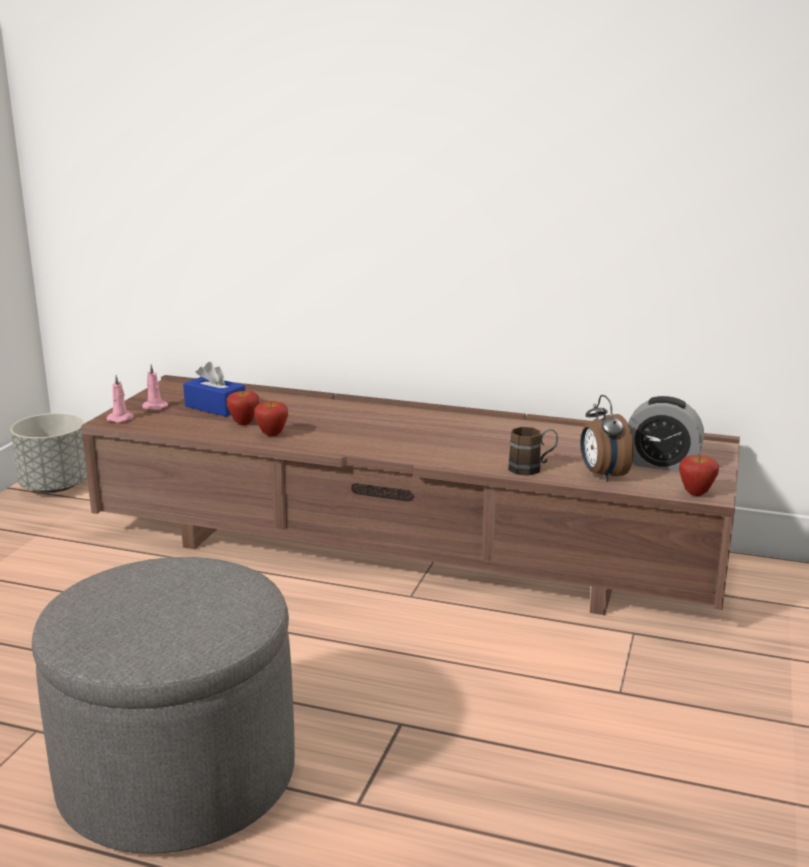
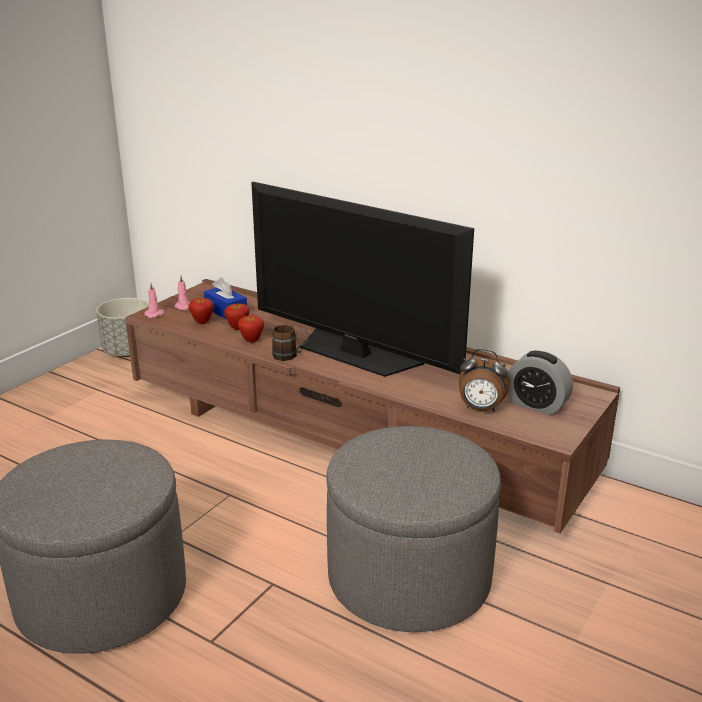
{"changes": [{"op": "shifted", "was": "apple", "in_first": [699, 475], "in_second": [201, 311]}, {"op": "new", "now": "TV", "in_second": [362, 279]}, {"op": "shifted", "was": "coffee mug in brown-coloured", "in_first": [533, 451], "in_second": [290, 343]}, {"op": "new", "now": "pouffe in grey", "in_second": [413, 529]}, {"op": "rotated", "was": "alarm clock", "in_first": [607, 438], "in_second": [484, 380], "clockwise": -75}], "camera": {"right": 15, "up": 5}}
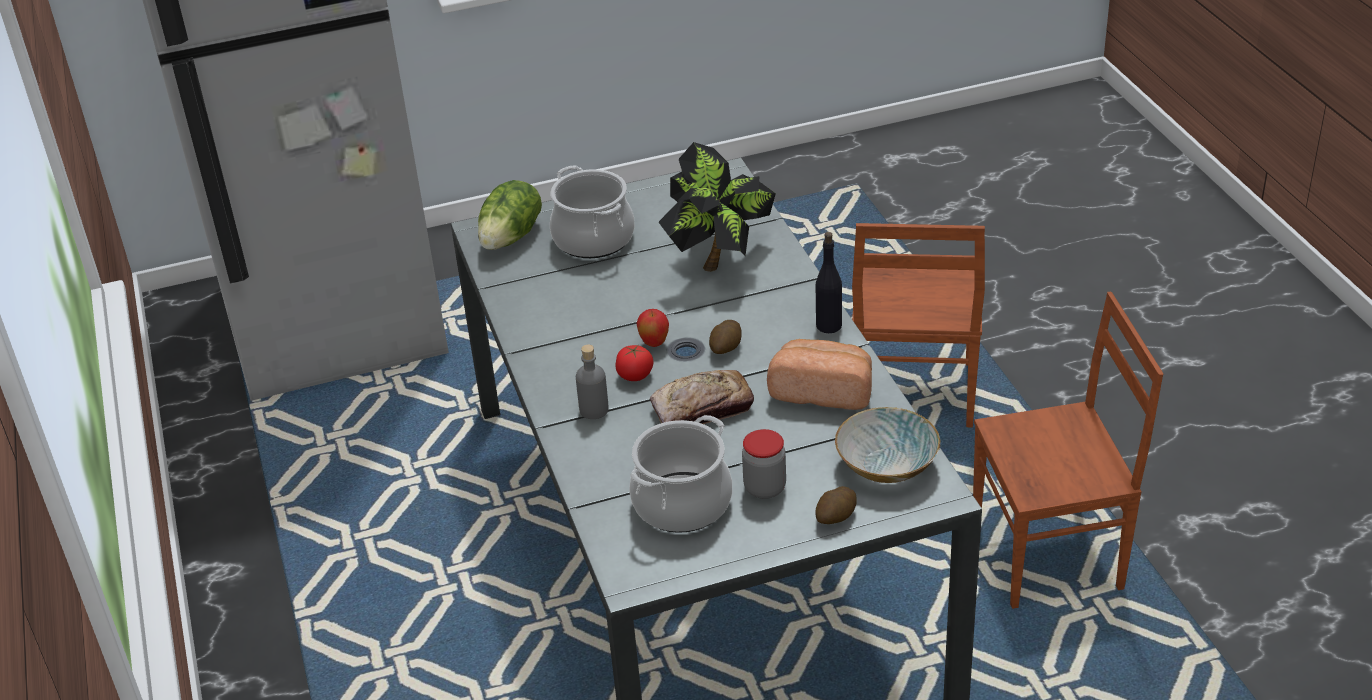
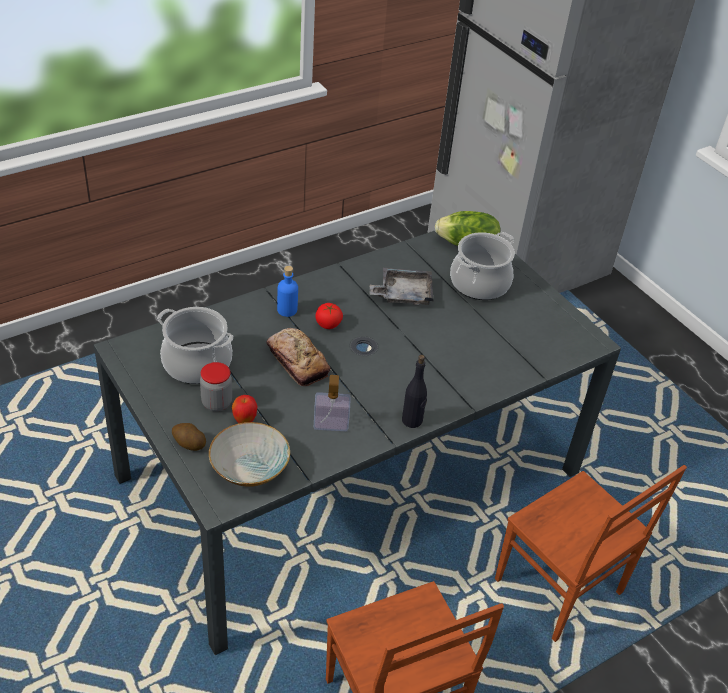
{"changes": [{"op": "shifted", "was": "apple", "in_first": [652, 328], "in_second": [244, 409]}, {"op": "repainted", "was": "beverage bottle in grey", "now": "beverage bottle in blue-coloured", "in_first": [592, 382], "in_second": [287, 291]}, {"op": "swapped", "was": "bread", "now": "soap dispenser", "in_first": [819, 374], "in_second": [332, 403]}, {"op": "new", "now": "tray in grey", "in_second": [401, 286]}, {"op": "rotated", "was": "plain chair in brown-coloured", "in_first": [918, 325], "in_second": [591, 553], "clockwise": -120}, {"op": "gone", "was": "potted plant", "in_first": [717, 207]}, {"op": "gone", "was": "potato", "in_first": [725, 337]}], "camera": {"right": 70, "up": 5}}
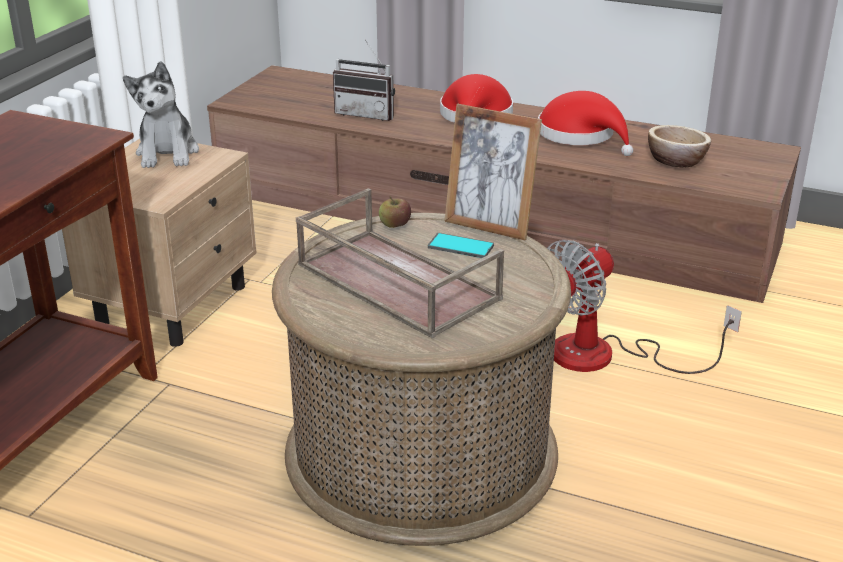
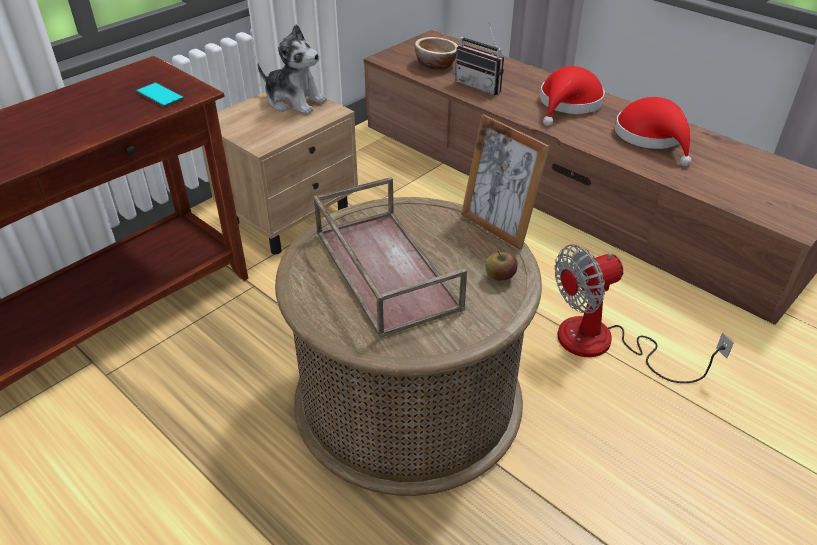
{"changes": [{"op": "shifted", "was": "telephone", "in_first": [461, 245], "in_second": [159, 95]}, {"op": "rotated", "was": "cuddly toy", "in_first": [161, 114], "in_second": [292, 69], "clockwise": -75}, {"op": "shifted", "was": "serving bowl", "in_first": [679, 146], "in_second": [436, 53]}, {"op": "shifted", "was": "apple", "in_first": [395, 212], "in_second": [501, 266]}], "camera": {"right": 20, "up": 10}}
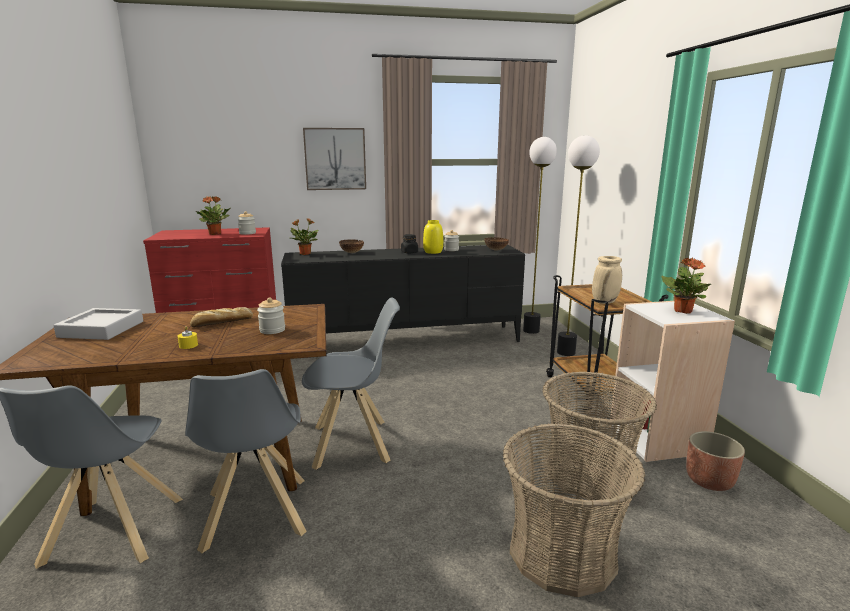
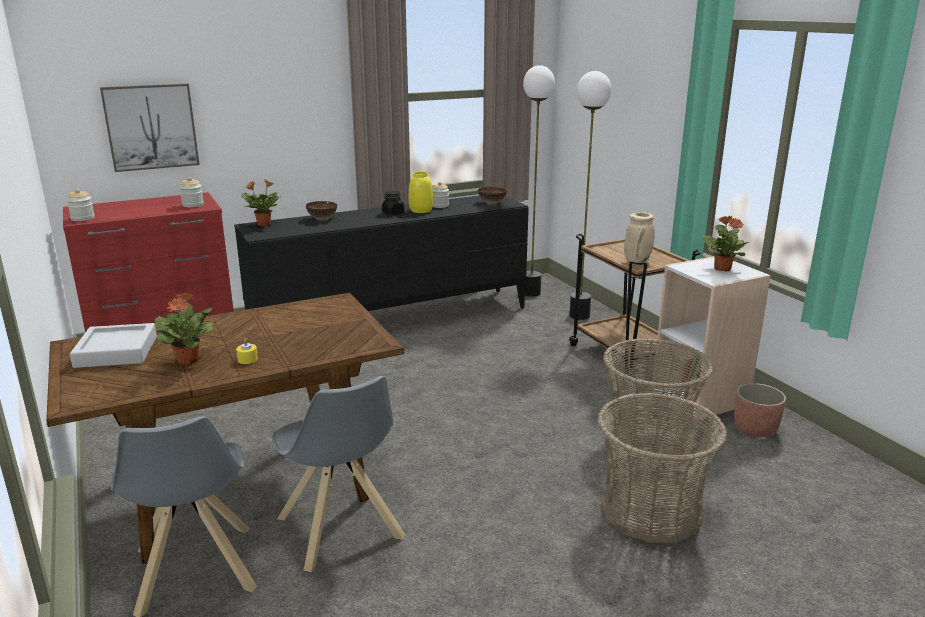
{"changes": [{"op": "shifted", "was": "storage jar", "in_first": [271, 315], "in_second": [81, 205]}, {"op": "shifted", "was": "wall picture", "in_first": [334, 159], "in_second": [150, 128]}, {"op": "shifted", "was": "potted plant", "in_first": [212, 215], "in_second": [184, 329]}, {"op": "gone", "was": "bread", "in_first": [221, 317]}, {"op": "gone", "was": "plain chair in grey", "in_first": [351, 384]}], "camera": {"right": -15, "up": 5}}
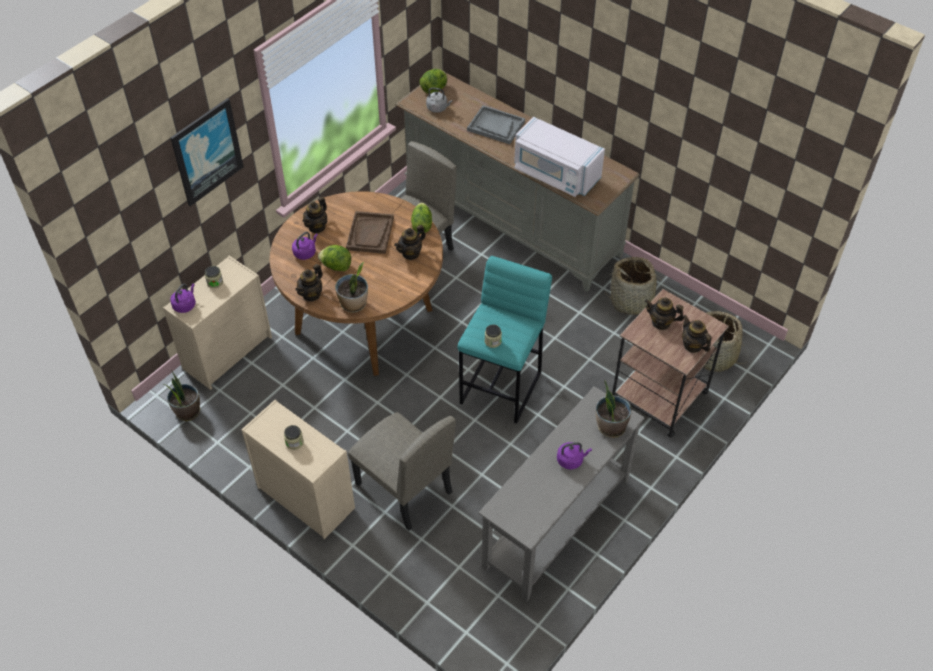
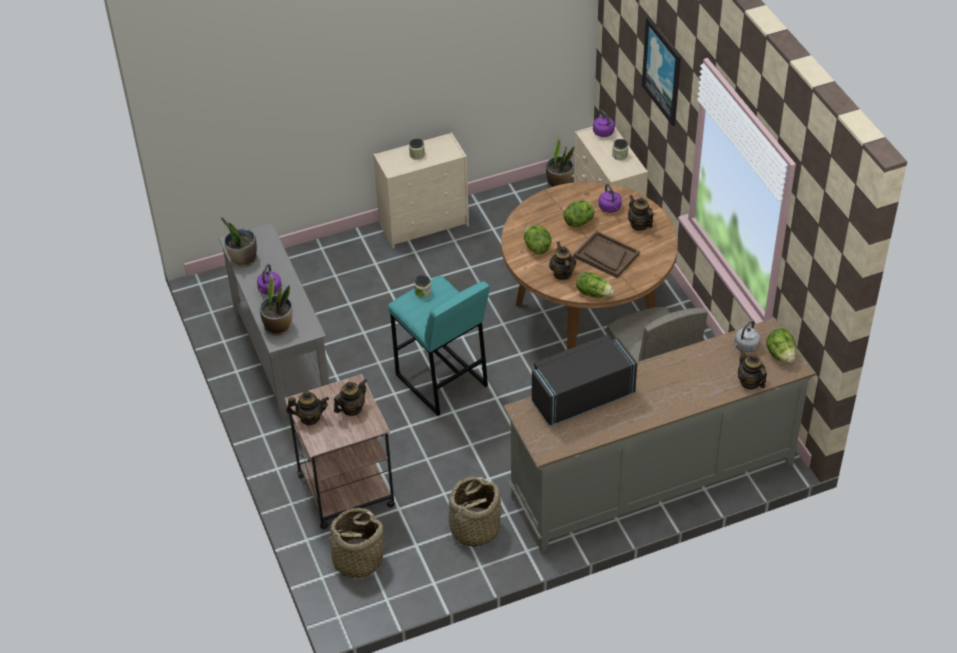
{"changes": [{"op": "shifted", "was": "potted plant", "in_first": [351, 287], "in_second": [239, 242]}, {"op": "new", "now": "lettuce head", "in_second": [538, 240]}, {"op": "repainted", "was": "kitchen microwave in white-coloured", "now": "kitchen microwave in blackish", "in_first": [559, 157], "in_second": [584, 381]}, {"op": "shifted", "was": "teapot", "in_first": [309, 283], "in_second": [752, 369]}, {"op": "gone", "was": "plain chair in beige-coloured", "in_first": [402, 471]}, {"op": "gone", "was": "tray in grey", "in_first": [496, 124]}], "camera": {"right": 120, "up": -5}}
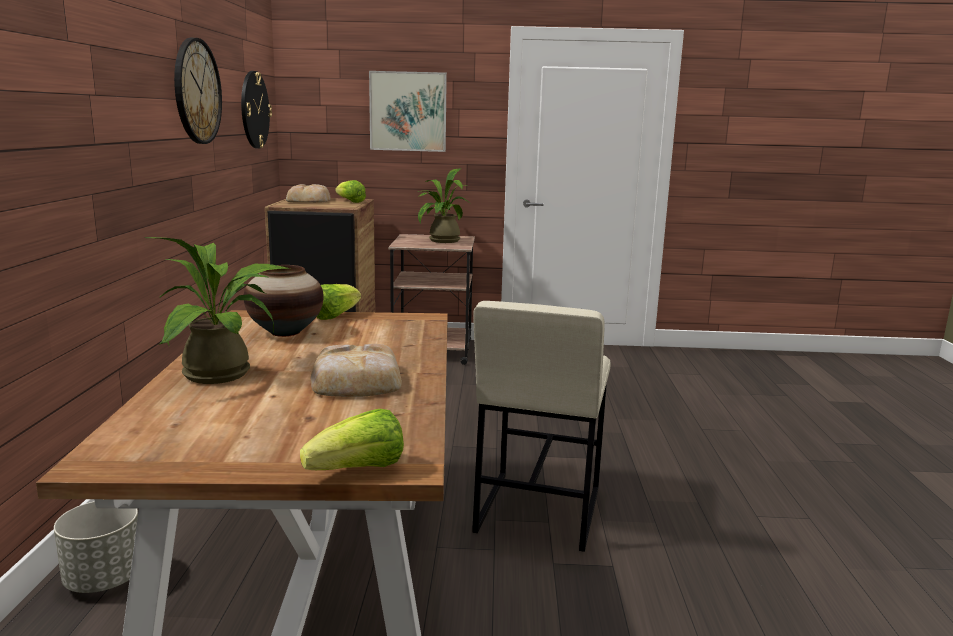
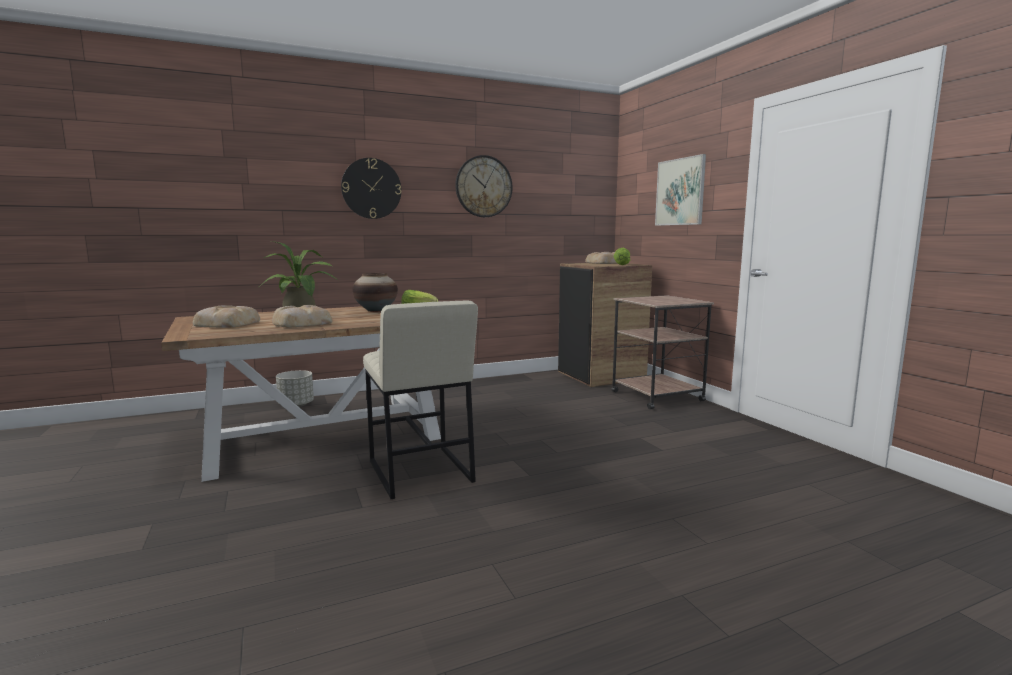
{"changes": [{"op": "new", "now": "bread", "in_second": [226, 316]}, {"op": "shifted", "was": "clock on the wall", "in_first": [256, 110], "in_second": [371, 188]}, {"op": "rotated", "was": "plain chair in beige-coloured", "in_first": [541, 426], "in_second": [420, 400], "clockwise": -105}, {"op": "gone", "was": "lettuce head", "in_first": [352, 439]}, {"op": "gone", "was": "potted plant", "in_first": [444, 205]}], "camera": {"right": 65, "up": -5}}
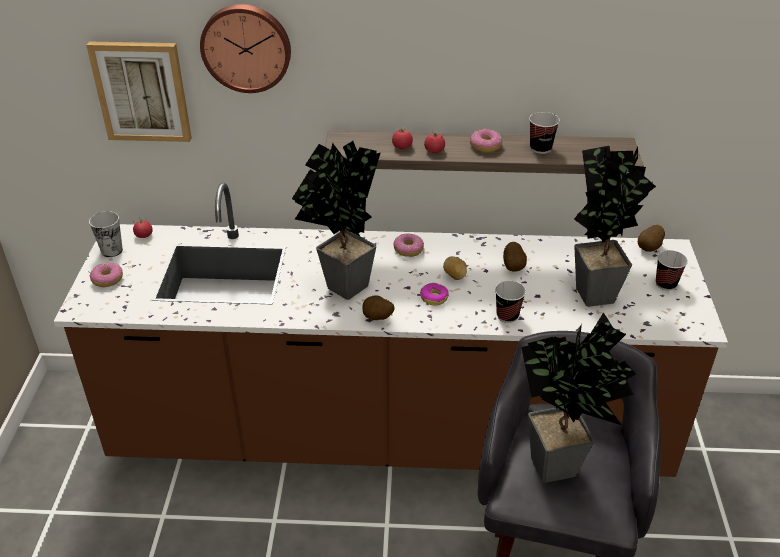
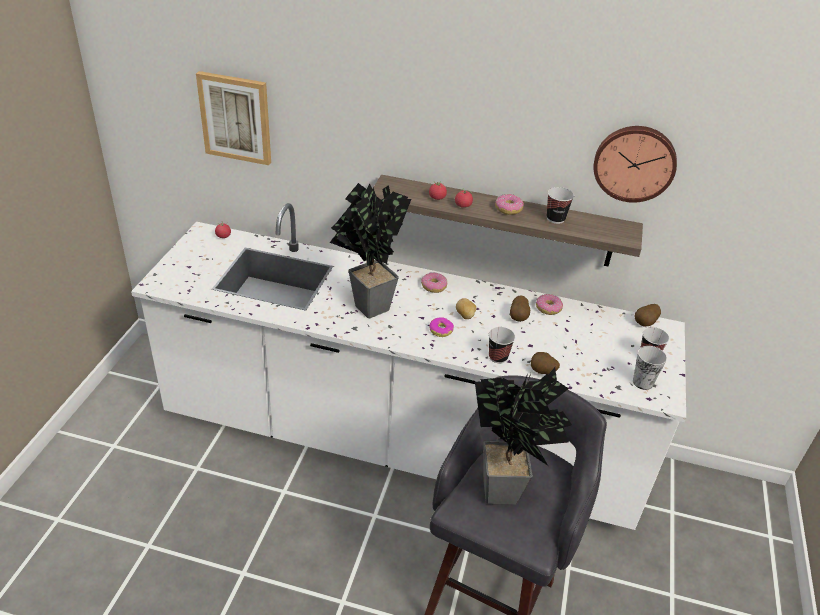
{"changes": [{"op": "repainted", "was": "counter in brown-coloured", "now": "counter in white-coloured", "in_first": [391, 330], "in_second": [408, 366]}, {"op": "shifted", "was": "potato", "in_first": [378, 308], "in_second": [545, 363]}, {"op": "shifted", "was": "donut", "in_first": [106, 274], "in_second": [549, 304]}, {"op": "shifted", "was": "clock on the wall", "in_first": [245, 48], "in_second": [635, 164]}, {"op": "shifted", "was": "small cup", "in_first": [106, 234], "in_second": [650, 368]}, {"op": "gone", "was": "potted plant", "in_first": [615, 226]}], "camera": {"right": 10, "up": 0}}
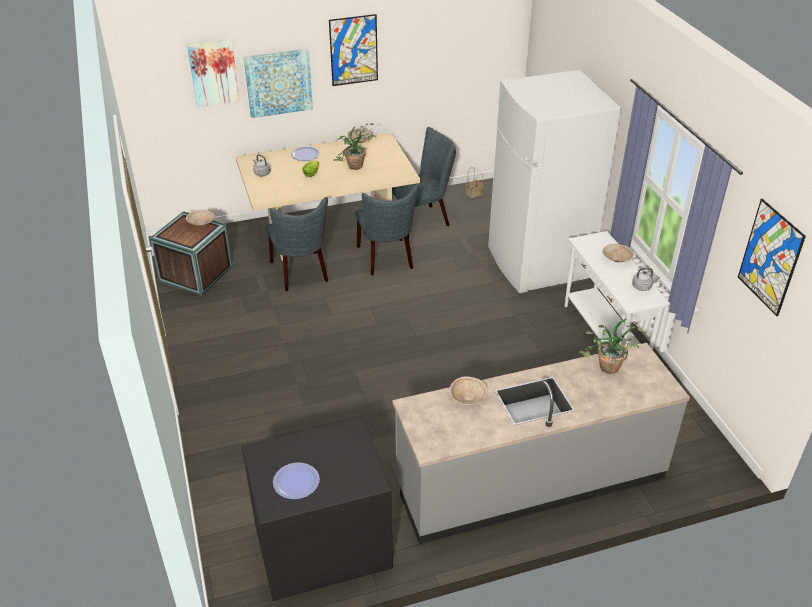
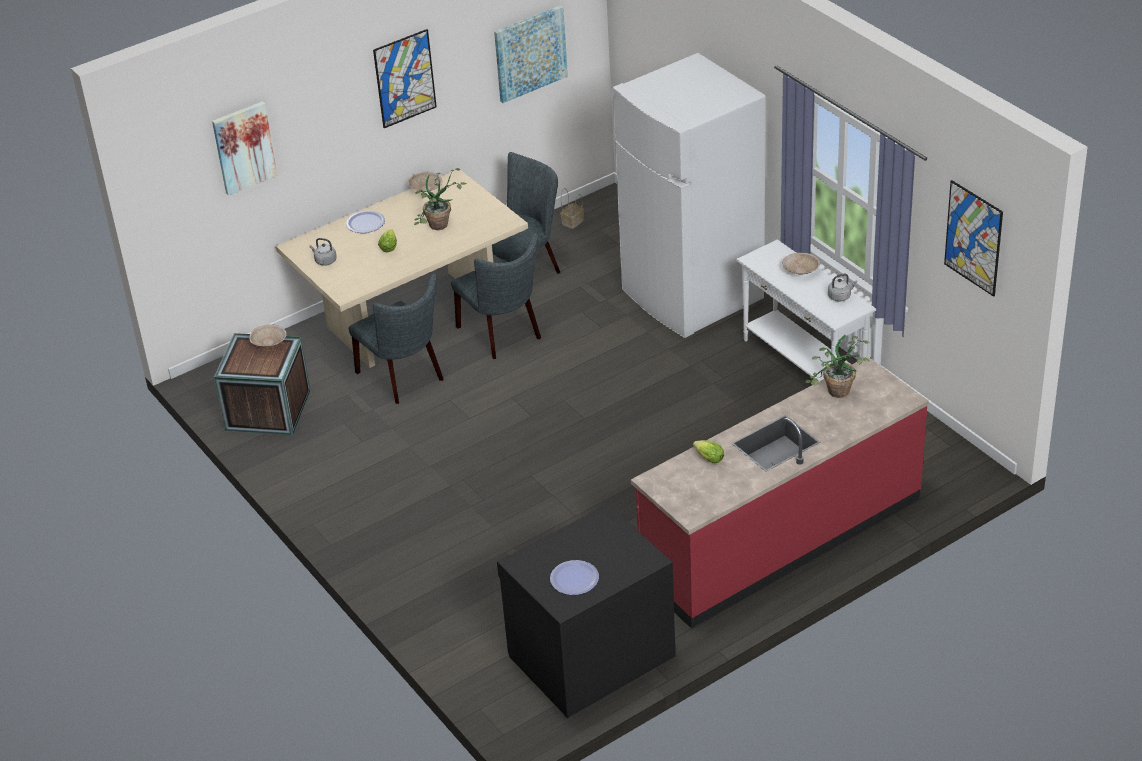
{"changes": [{"op": "shifted", "was": "wall picture", "in_first": [278, 83], "in_second": [531, 54]}, {"op": "repainted", "was": "counter in grey", "now": "counter in red", "in_first": [541, 443], "in_second": [780, 492]}, {"op": "swapped", "was": "serving bowl in beige-coloured", "now": "lettuce head", "in_first": [469, 390], "in_second": [708, 451]}], "camera": {"right": -15, "up": 0}}
